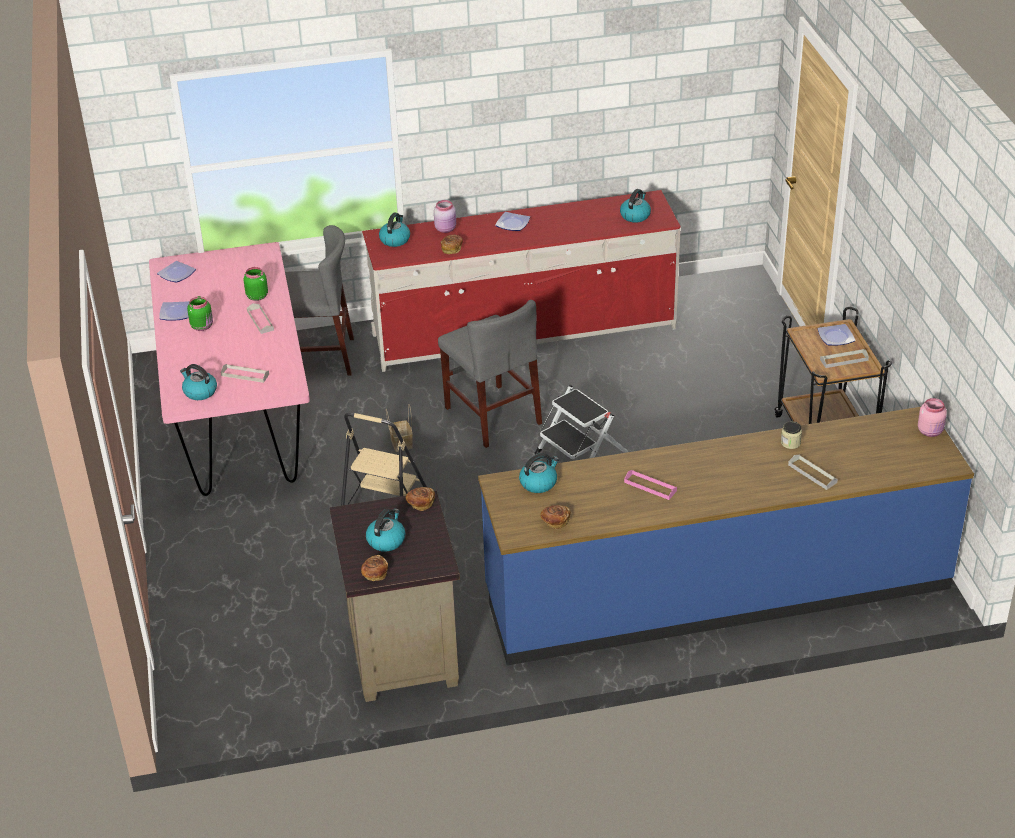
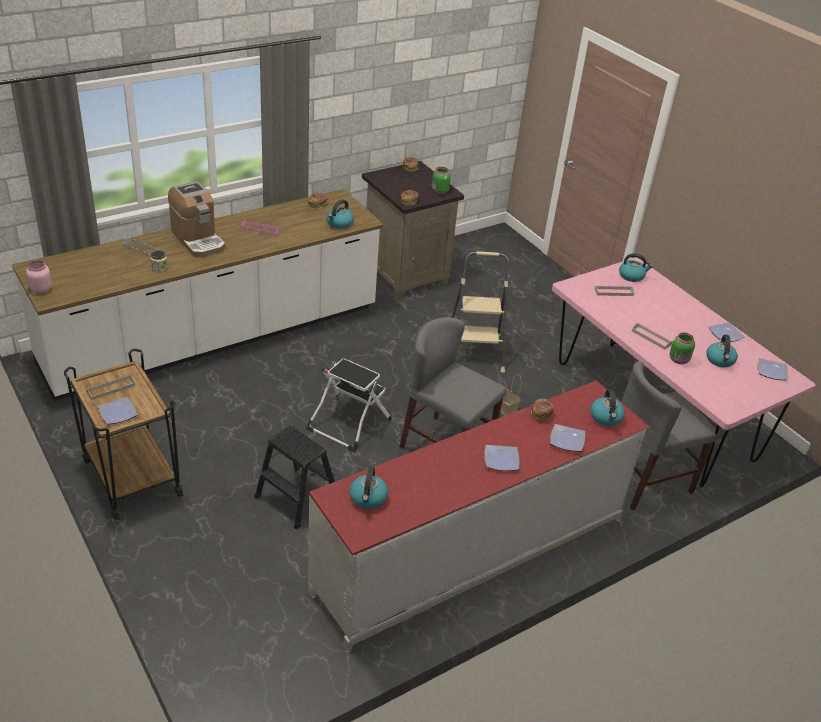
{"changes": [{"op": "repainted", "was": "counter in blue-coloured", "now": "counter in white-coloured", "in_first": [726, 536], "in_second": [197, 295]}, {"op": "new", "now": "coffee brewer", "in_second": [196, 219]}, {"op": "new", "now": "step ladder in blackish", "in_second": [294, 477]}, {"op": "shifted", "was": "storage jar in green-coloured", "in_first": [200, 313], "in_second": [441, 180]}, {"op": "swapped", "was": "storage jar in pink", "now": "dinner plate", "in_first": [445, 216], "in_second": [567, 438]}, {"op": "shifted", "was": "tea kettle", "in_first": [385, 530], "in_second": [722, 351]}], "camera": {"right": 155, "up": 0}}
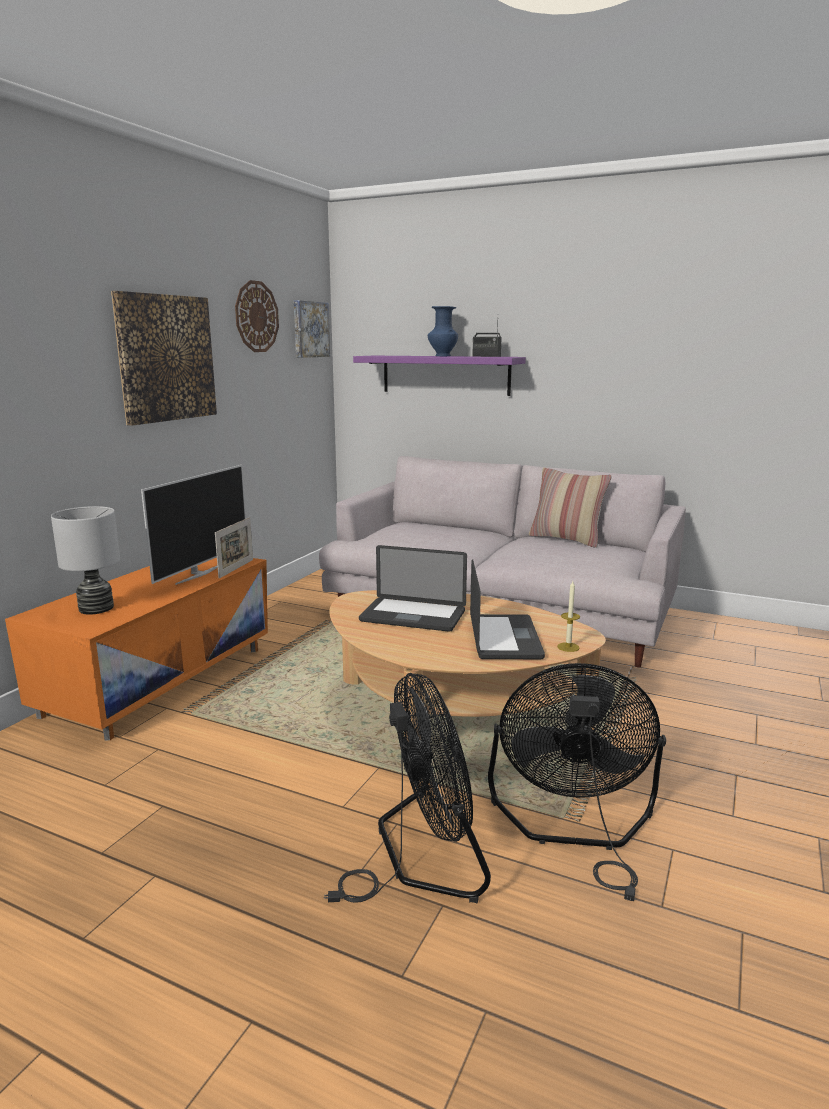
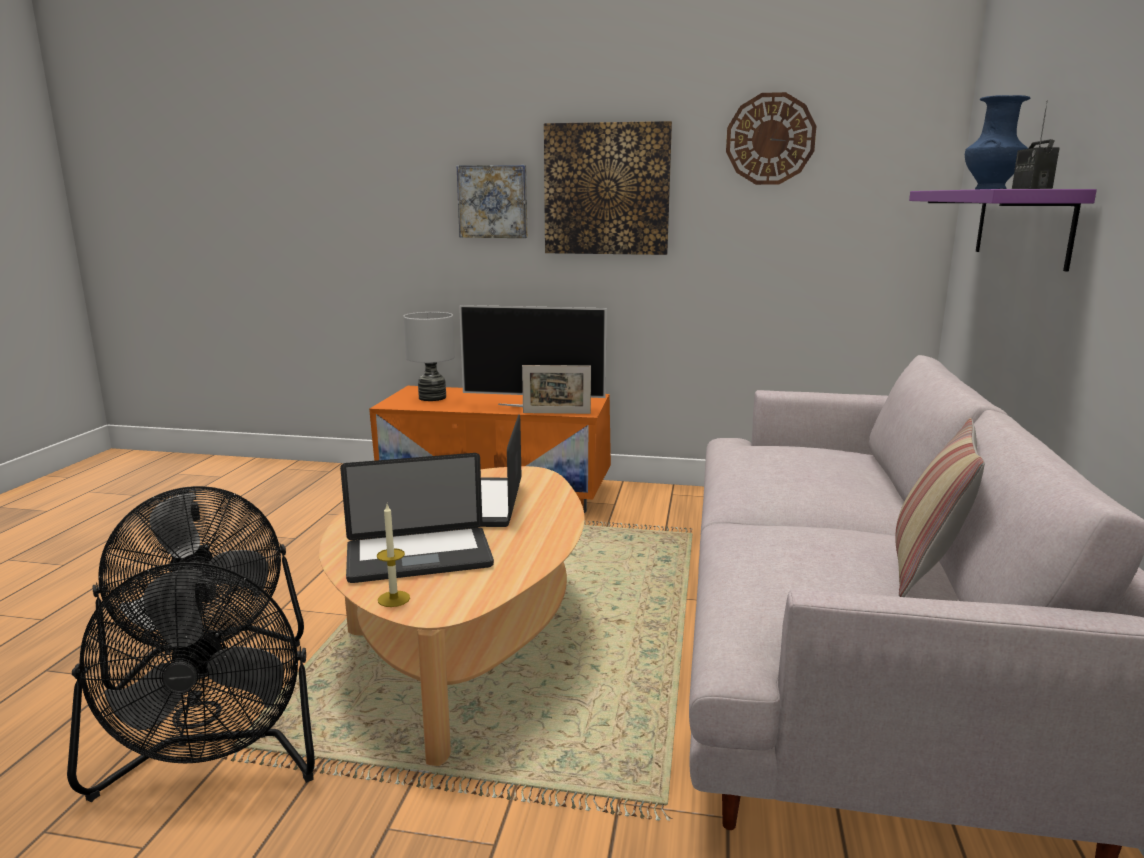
{"changes": [{"op": "rotated", "was": "electric fan in blackish", "in_first": [577, 782], "in_second": [191, 682], "clockwise": 90}, {"op": "shifted", "was": "wall picture", "in_first": [312, 329], "in_second": [492, 201]}], "camera": {"right": 75, "up": 0}}
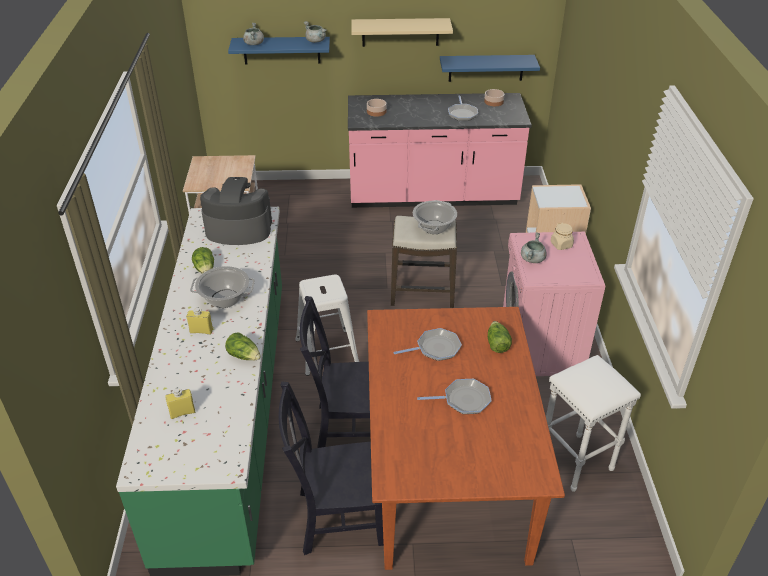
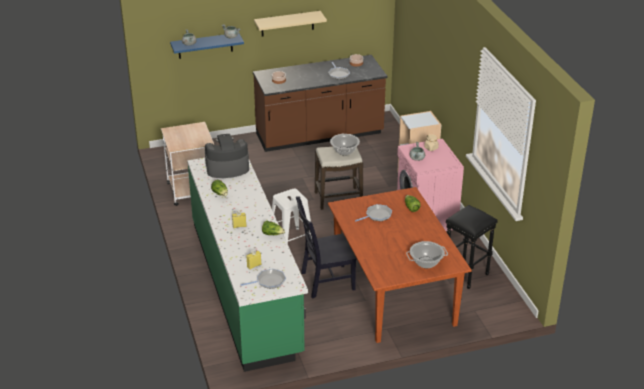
{"changes": [{"op": "shifted", "was": "frying pan", "in_first": [454, 396], "in_second": [263, 279]}, {"op": "repainted", "was": "counter in pink", "now": "counter in brown-coloured", "in_first": [440, 150], "in_second": [320, 103]}, {"op": "shifted", "was": "saucepot", "in_first": [222, 287], "in_second": [427, 254]}, {"op": "repainted", "was": "sitting stool in white-coloured", "now": "sitting stool in blackish", "in_first": [593, 423], "in_second": [472, 247]}, {"op": "gone", "was": "plain chair in blackish", "in_first": [331, 468]}, {"op": "gone", "was": "shelf in blue-coloured", "in_first": [490, 68]}], "camera": {"right": -15, "up": -5}}
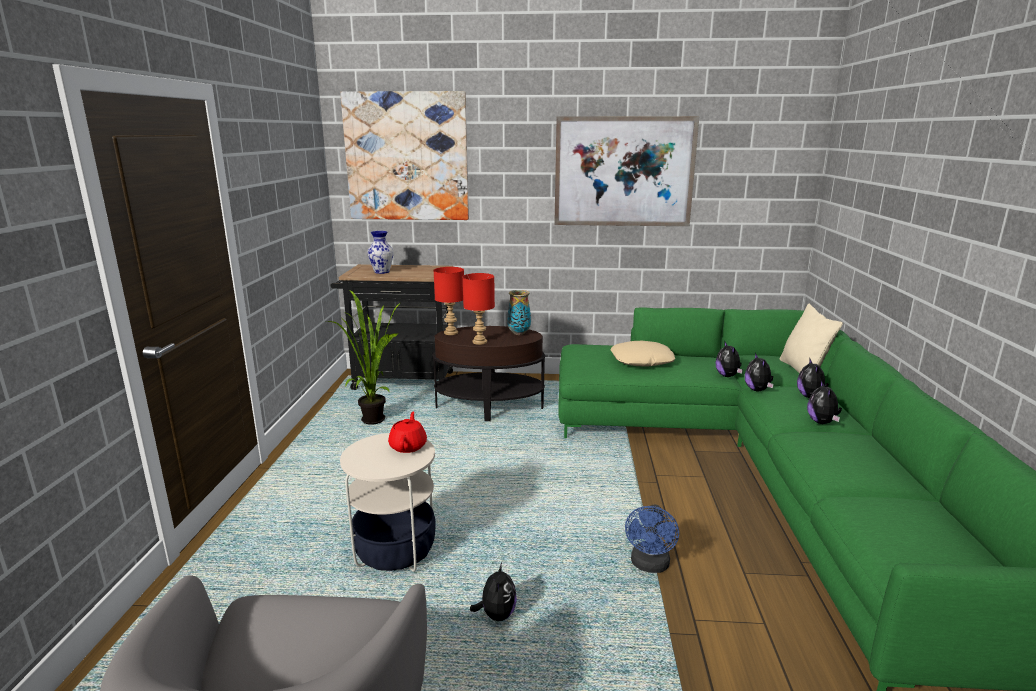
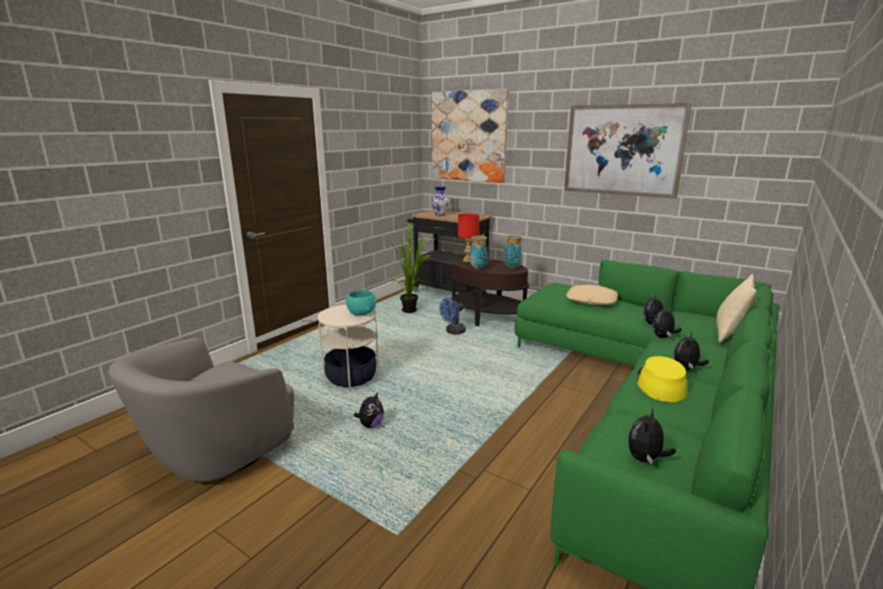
{"changes": [{"op": "swapped", "was": "teapot in red", "now": "serving bowl in turquoise-coloured", "in_first": [407, 432], "in_second": [361, 303]}, {"op": "shifted", "was": "electric fan in blue-coloured", "in_first": [652, 539], "in_second": [452, 316]}, {"op": "swapped", "was": "tabletop lamp in red", "now": "vase", "in_first": [479, 309], "in_second": [479, 252]}, {"op": "shifted", "was": "cuddly toy", "in_first": [813, 378], "in_second": [652, 436]}, {"op": "new", "now": "clothing hat in yellow", "in_second": [662, 379]}], "camera": {"right": 30, "up": 0}}
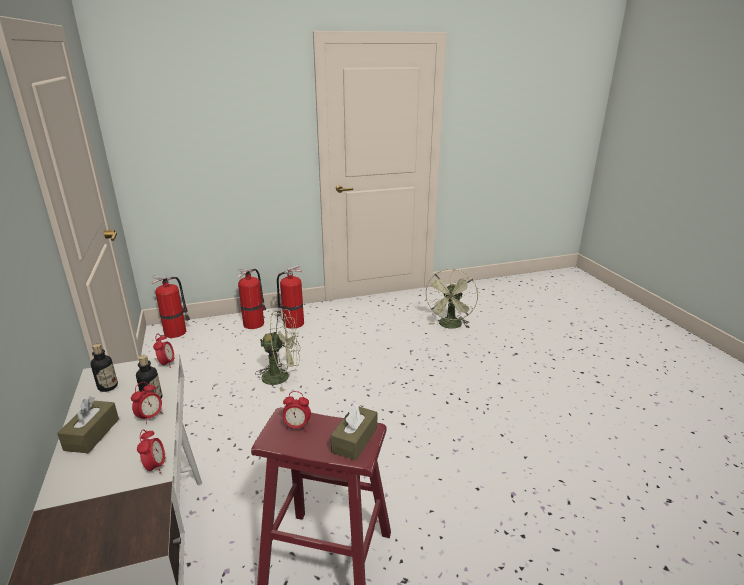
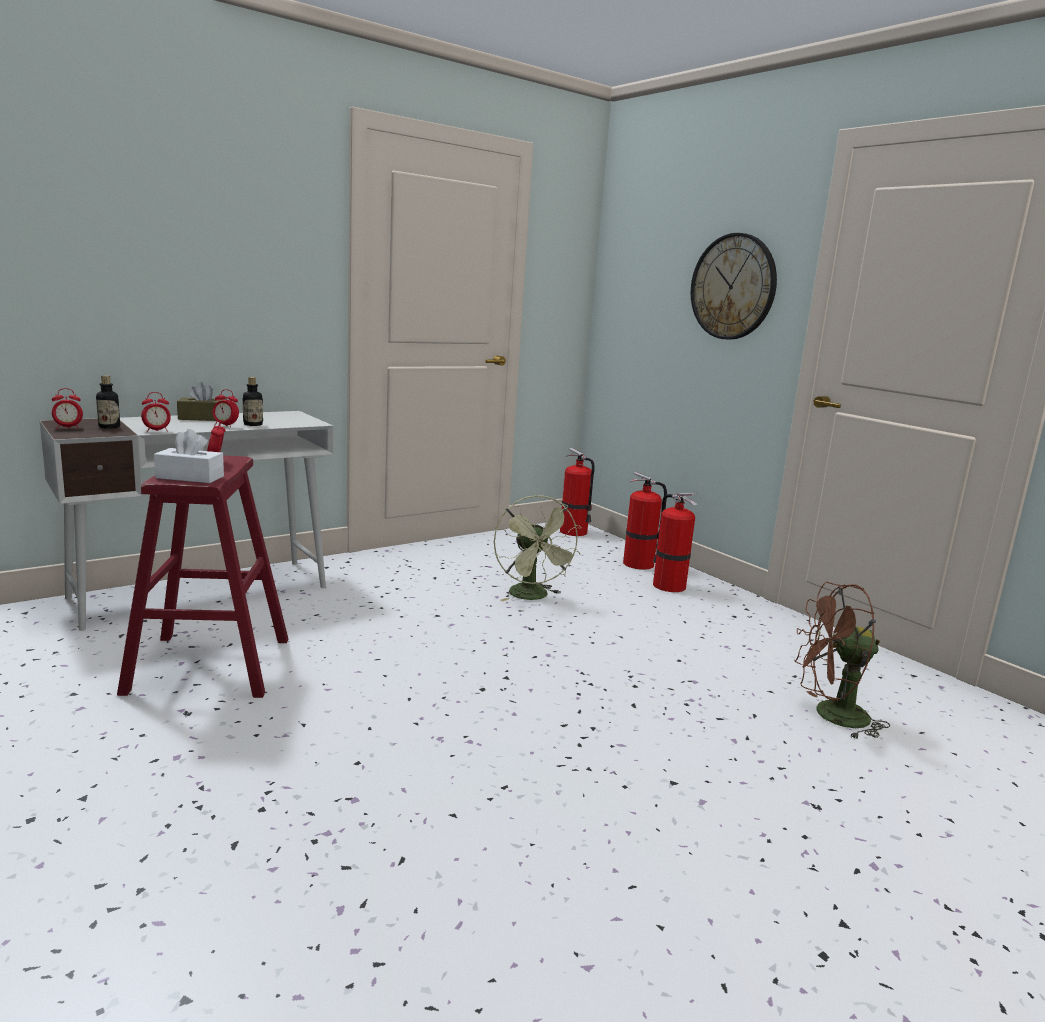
{"changes": [{"op": "shifted", "was": "alarm clock", "in_first": [164, 351], "in_second": [67, 408]}, {"op": "shifted", "was": "beverage bottle", "in_first": [104, 368], "in_second": [108, 402]}, {"op": "repainted", "was": "tissue box in brown-coloured", "now": "tissue box in white-coloured", "in_first": [354, 432], "in_second": [189, 456]}, {"op": "new", "now": "clock on the wall", "in_second": [734, 286]}, {"op": "repainted", "was": "electric fan in green-coloured", "now": "electric fan in brown-coloured", "in_first": [451, 299], "in_second": [842, 661]}], "camera": {"right": 70, "up": -10}}
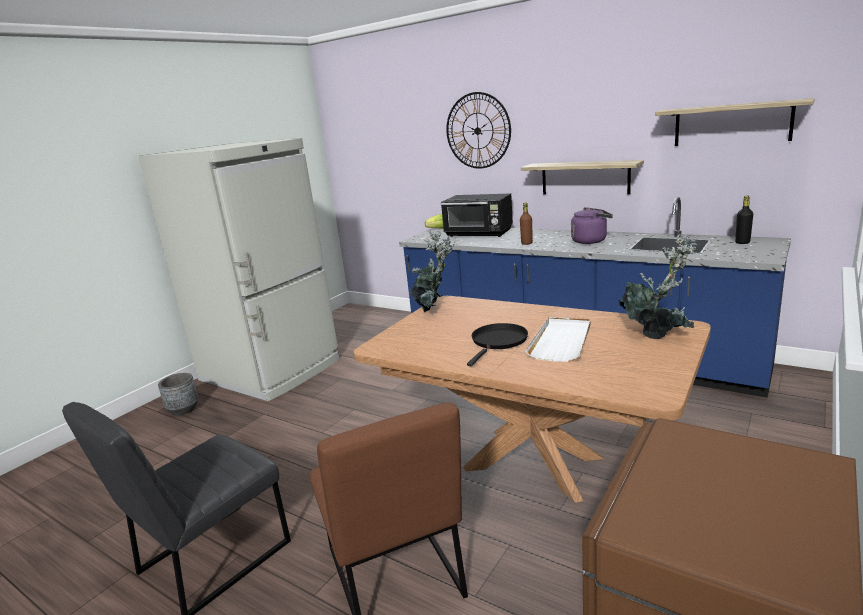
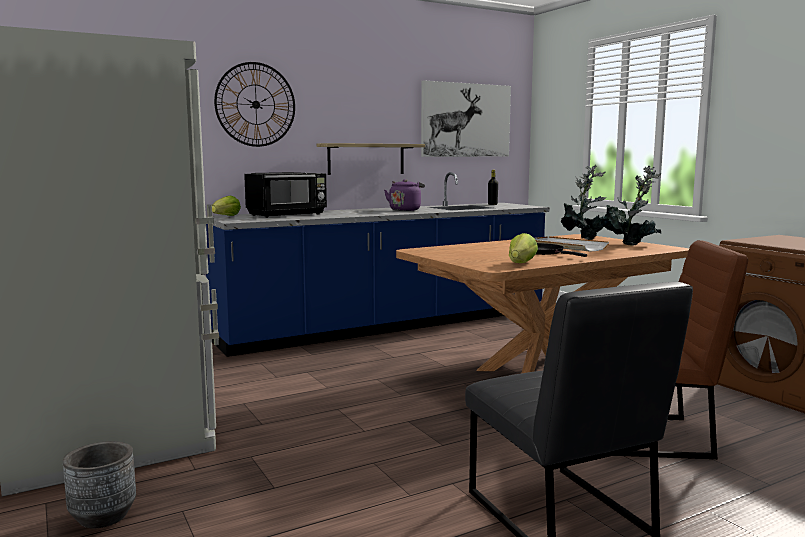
{"changes": [{"op": "swapped", "was": "shelf", "now": "wall picture", "in_first": [735, 122], "in_second": [466, 118]}, {"op": "new", "now": "lettuce head", "in_second": [523, 248]}, {"op": "shifted", "was": "potted plant", "in_first": [432, 272], "in_second": [630, 206]}, {"op": "gone", "was": "beverage bottle in brown-coloured", "in_first": [526, 224]}], "camera": {"right": -65, "up": -10}}
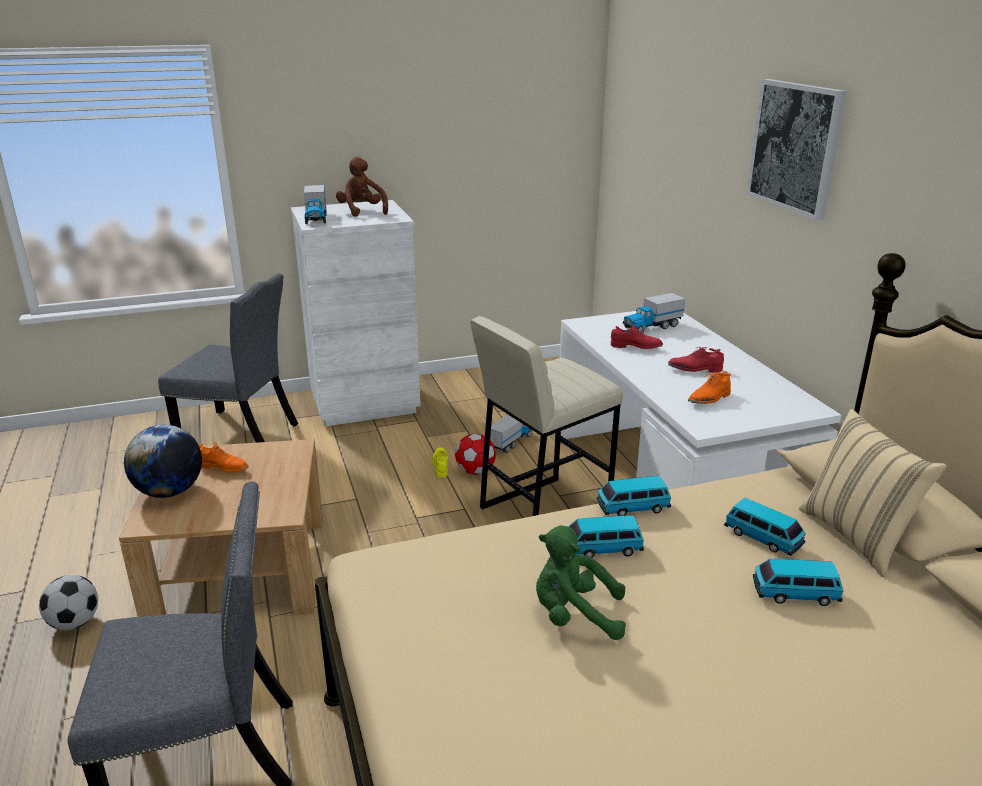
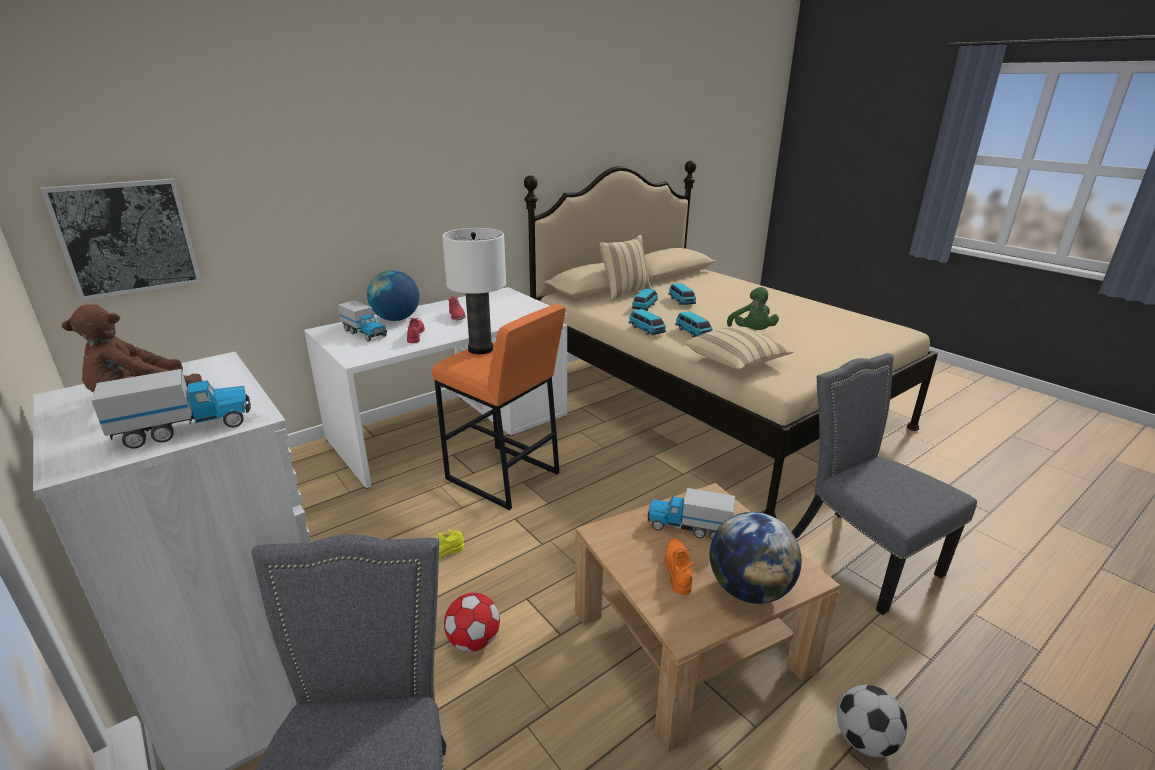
{"changes": [{"op": "shifted", "was": "wall picture", "in_first": [796, 149], "in_second": [121, 239]}, {"op": "new", "now": "globe", "in_second": [393, 295]}, {"op": "repainted", "was": "sitting stool in beige-coloured", "now": "sitting stool in orangey", "in_first": [546, 416], "in_second": [499, 407]}, {"op": "new", "now": "tabletop lamp in white-coloured", "in_second": [474, 291]}, {"op": "shifted", "was": "ball for football", "in_first": [475, 454], "in_second": [472, 622]}, {"op": "shifted", "was": "model truck", "in_first": [511, 434], "in_second": [691, 514]}, {"op": "new", "now": "cushion in beige-coloured", "in_second": [739, 348]}, {"op": "gone", "was": "low shoe in orangey", "in_first": [709, 387]}], "camera": {"right": -110, "up": 0}}
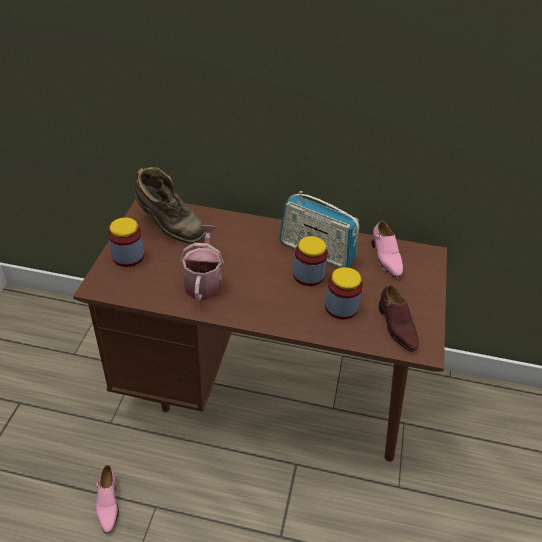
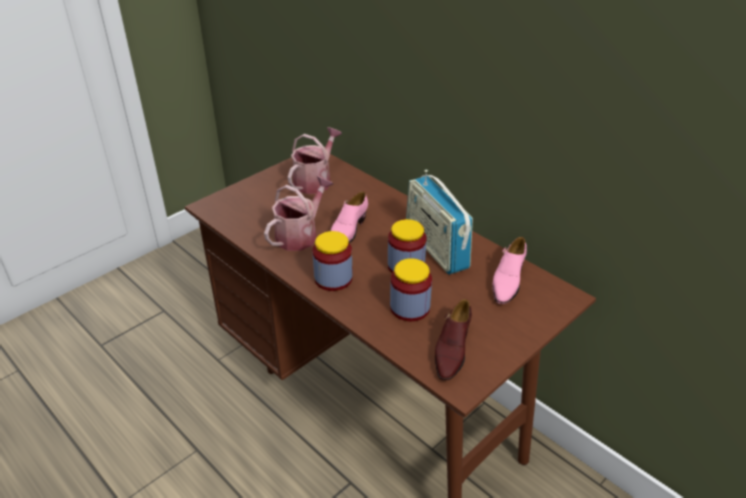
{"changes": [{"op": "swapped", "was": "tall boot in brown-coloured", "now": "watering pot", "in_first": [170, 205], "in_second": [315, 160]}, {"op": "shifted", "was": "storage jar", "in_first": [126, 242], "in_second": [332, 261]}, {"op": "shifted", "was": "low shoe in pink", "in_first": [107, 499], "in_second": [349, 217]}], "camera": {"right": 35, "up": -5}}
